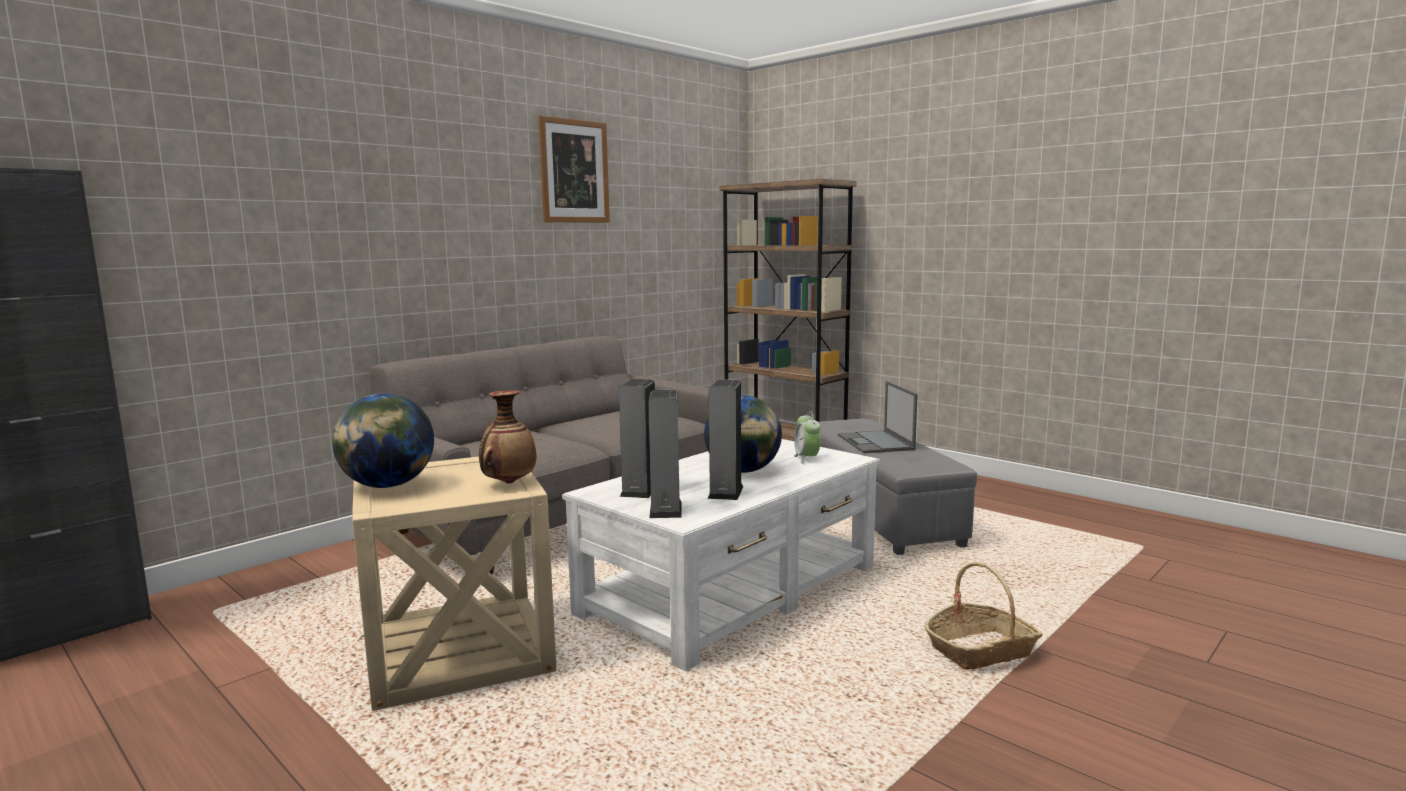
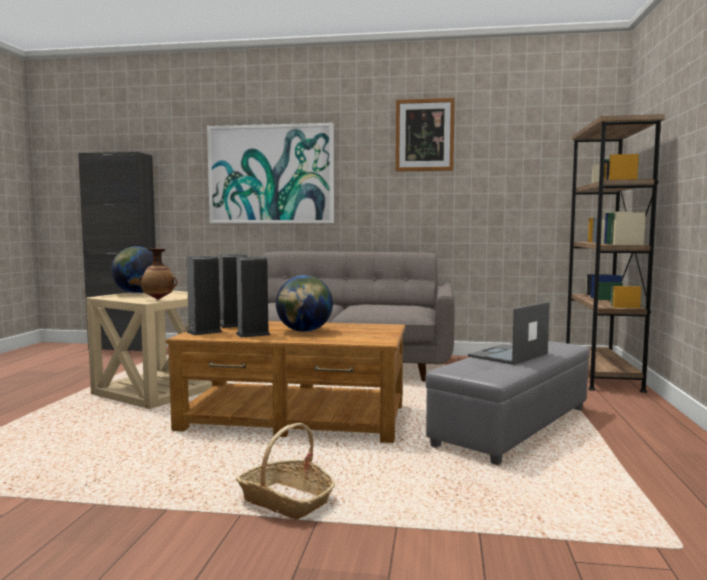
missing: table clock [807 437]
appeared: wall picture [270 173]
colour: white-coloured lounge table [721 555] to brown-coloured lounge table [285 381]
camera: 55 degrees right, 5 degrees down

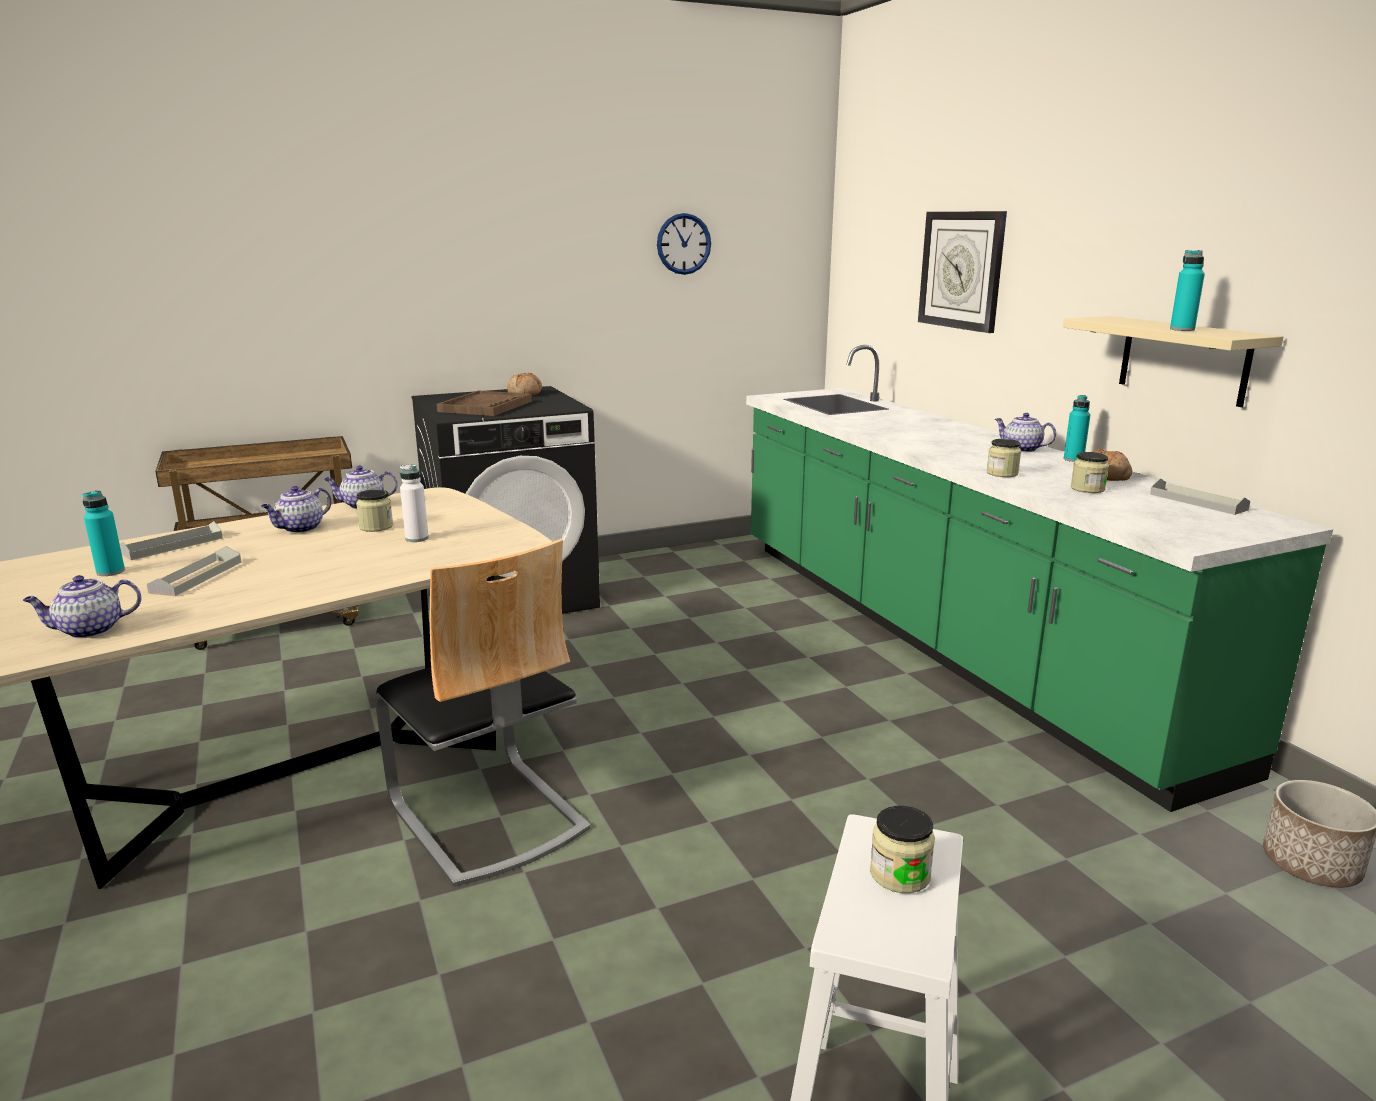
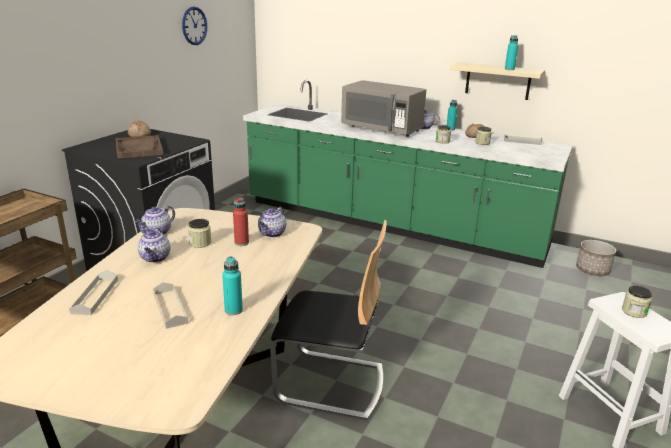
missing: wall clock [962 272]
appeared: grey microwave oven [383 108]
relocated: teapot [82 607] to [272 222]; turquoise bottle [103 533] to [232 286]
colour: white-coloured bottle [414 503] to red-coloured bottle [241 222]
camera: 40 degrees left, 5 degrees up

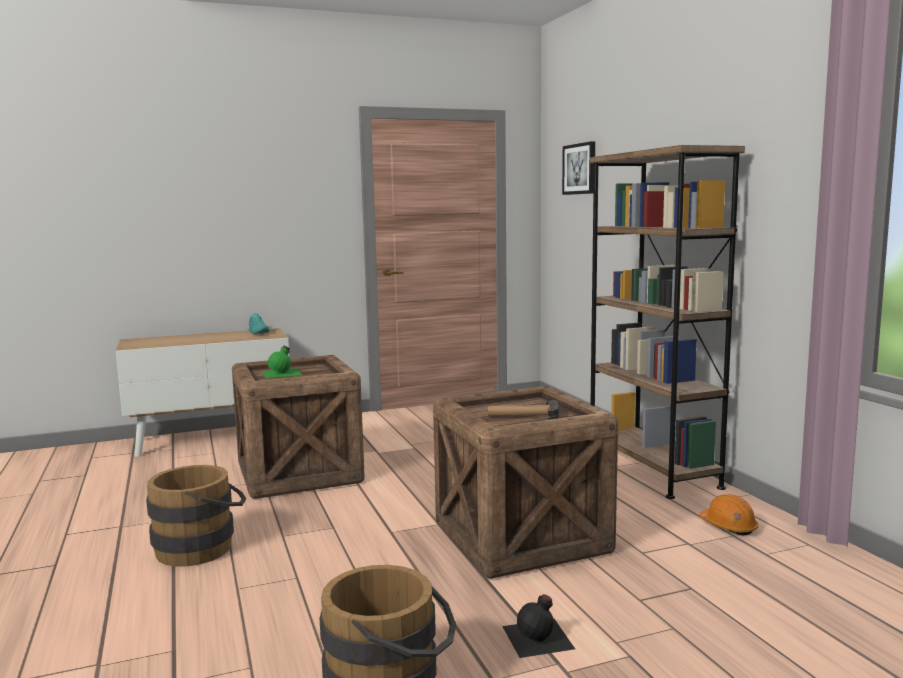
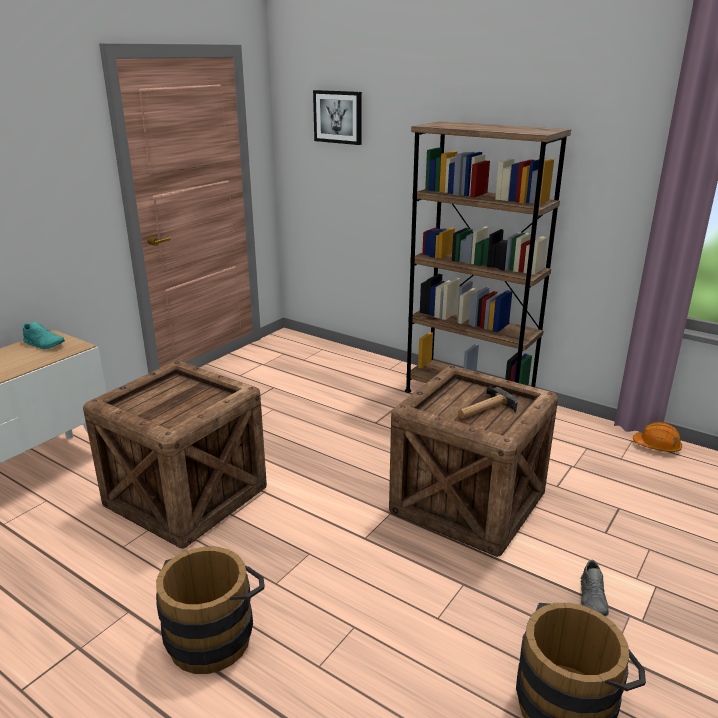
missing: greenish bottle [282 362]
relocated: orangey work helmet [729 515] to [657 437]
exchanged: black-coloured bottle [538 626] to grey item of footwear [595 588]
camera: 35 degrees left, 15 degrees up

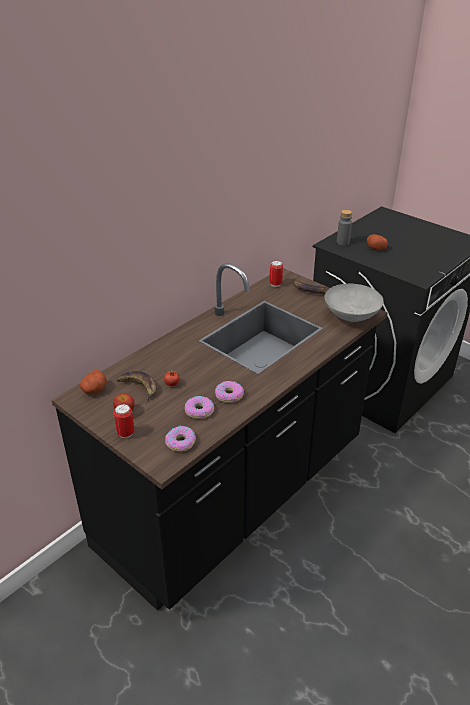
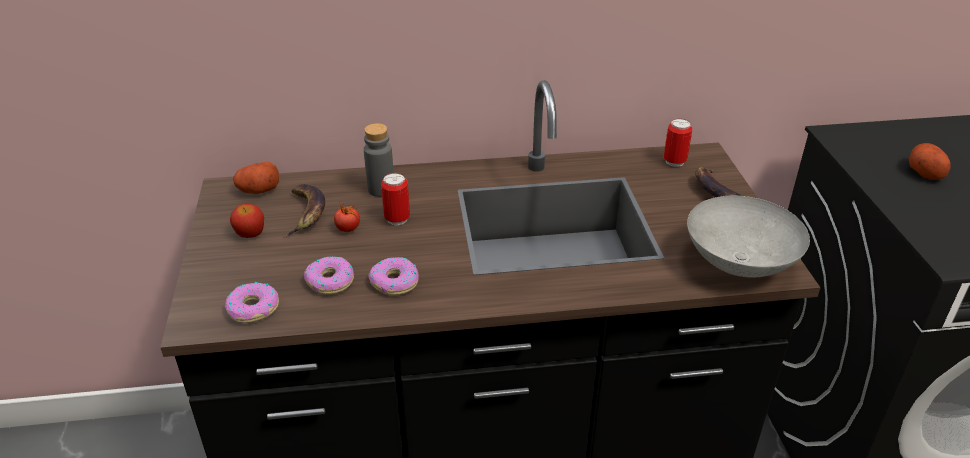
relocated: metal can [124 421] to [395 199]; grey bottle [344 228] to [379 160]
camera: 40 degrees right, 0 degrees up

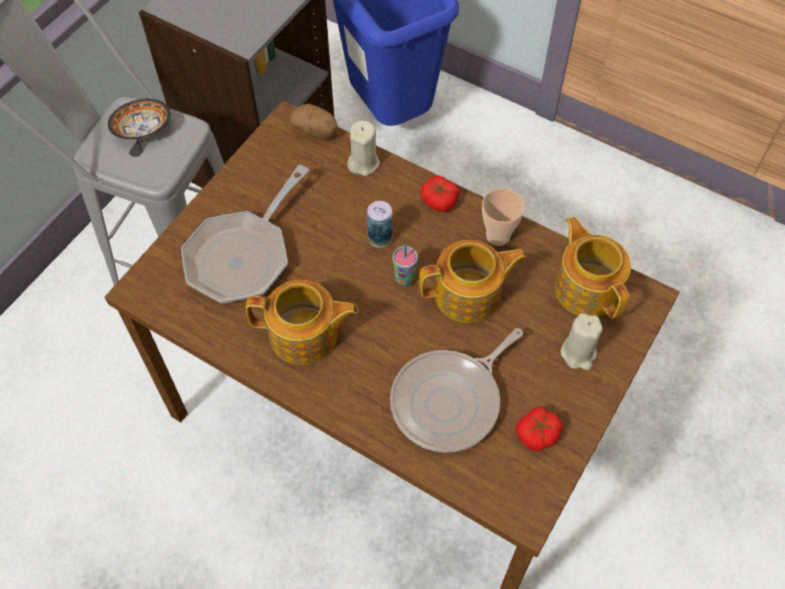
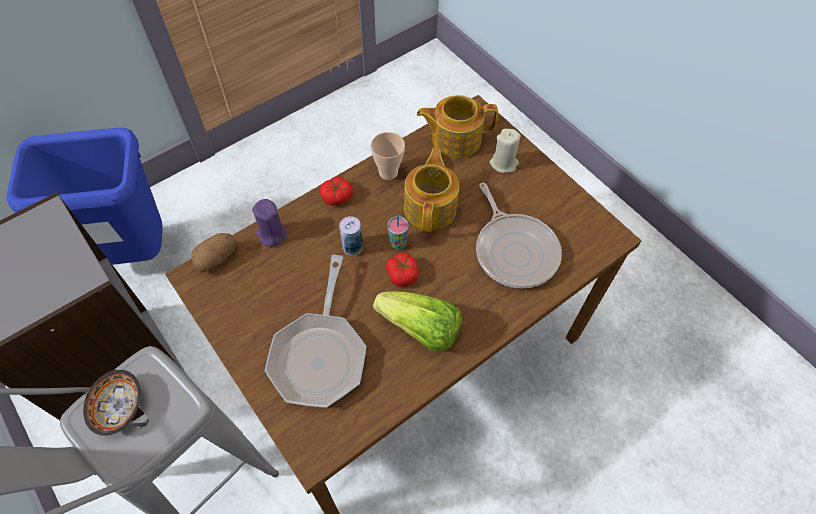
relocated: tomato [539 429] to [402 269]
exchanged: teapot [302 322] to lettuce head [417 321]
colour: beige wax light [363 148] to purple-coloured wax light [269 223]
spun: frying pan [245 234] = [316 331] 45 degrees clockwise
camera: 70 degrees left, 0 degrees up

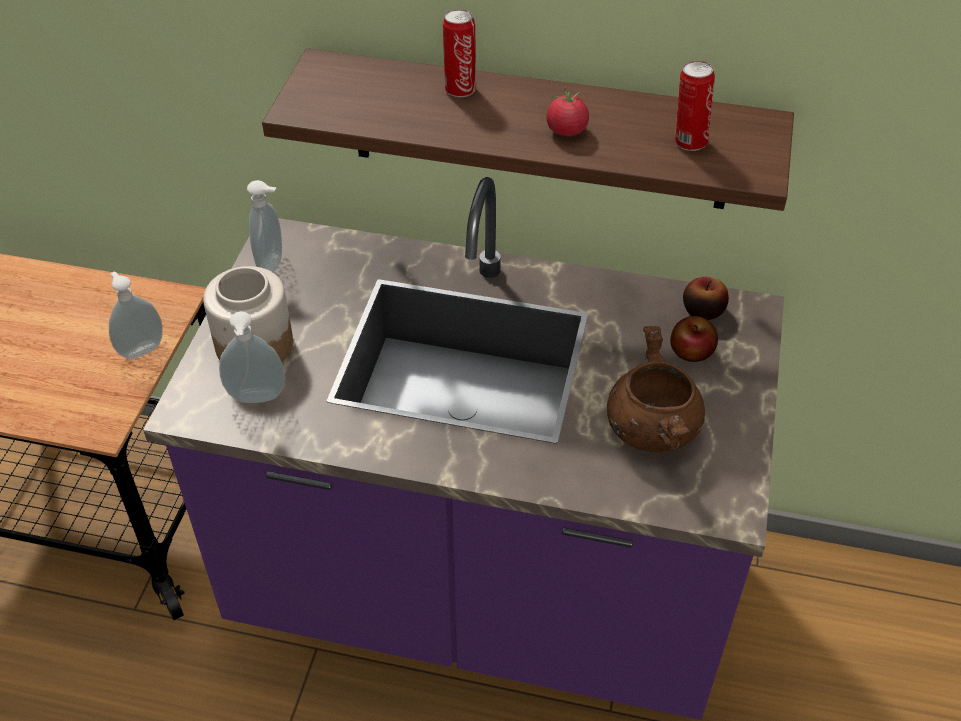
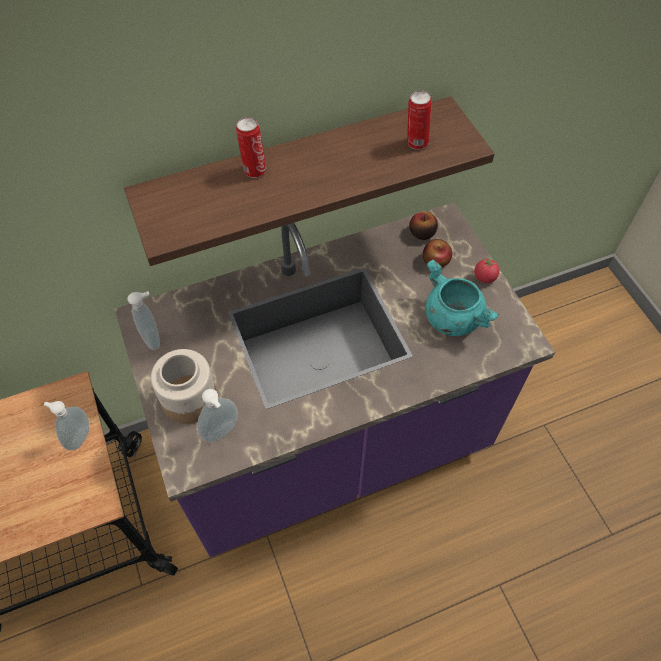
relocated: tomato [568 112] to [487 269]
colour: brown-coloured cooking pot [656 389] to turquoise cooking pot [462 298]
camera: 35 degrees left, 10 degrees up

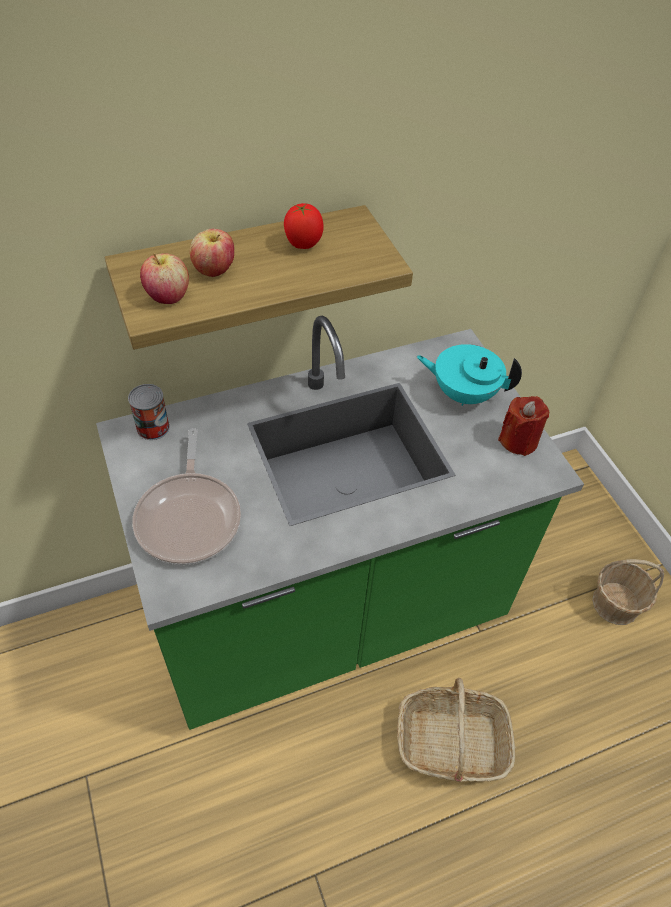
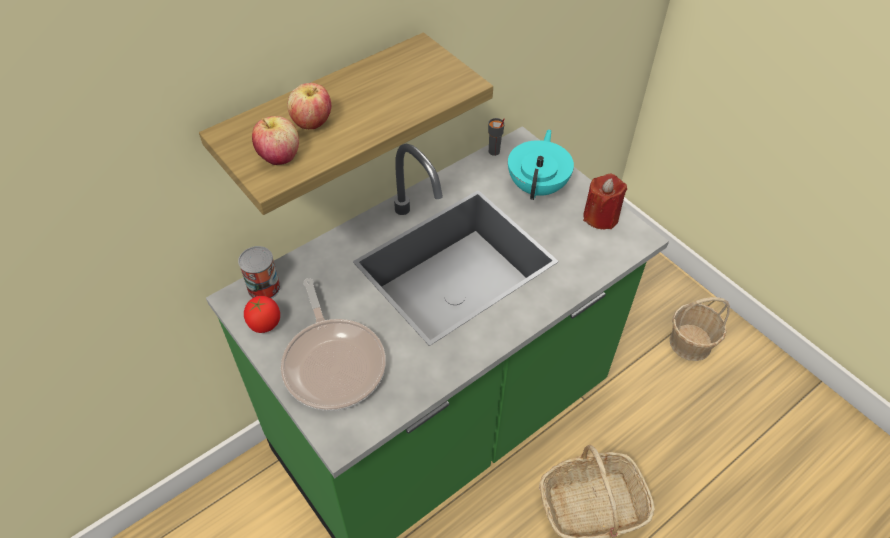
appeared: grey cup [496 137]
relocated: tomato [304 226] to [262 314]
spun: turquoise teapot [469 375] = [541 164] 105 degrees clockwise
camera: 15 degrees left, 0 degrees up

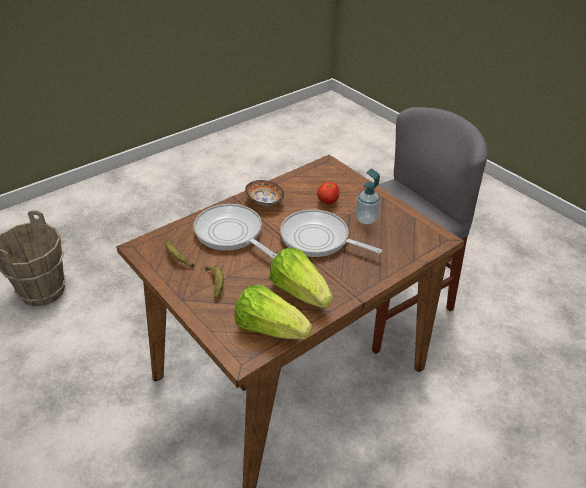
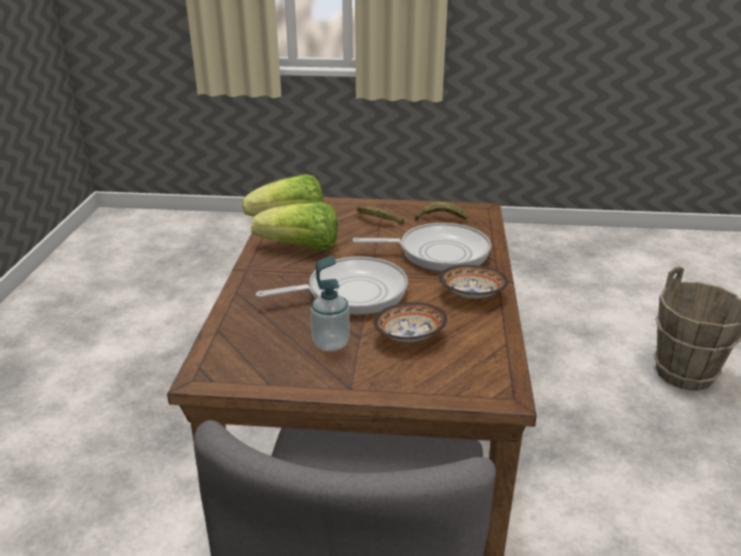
exchanged: tomato [328 193] to deep dish [410 322]
camera: 135 degrees right, 10 degrees down

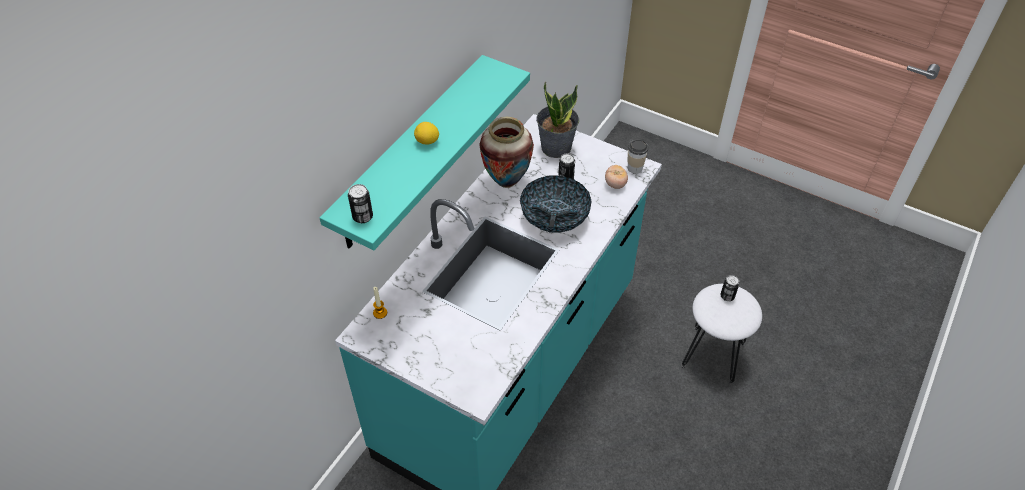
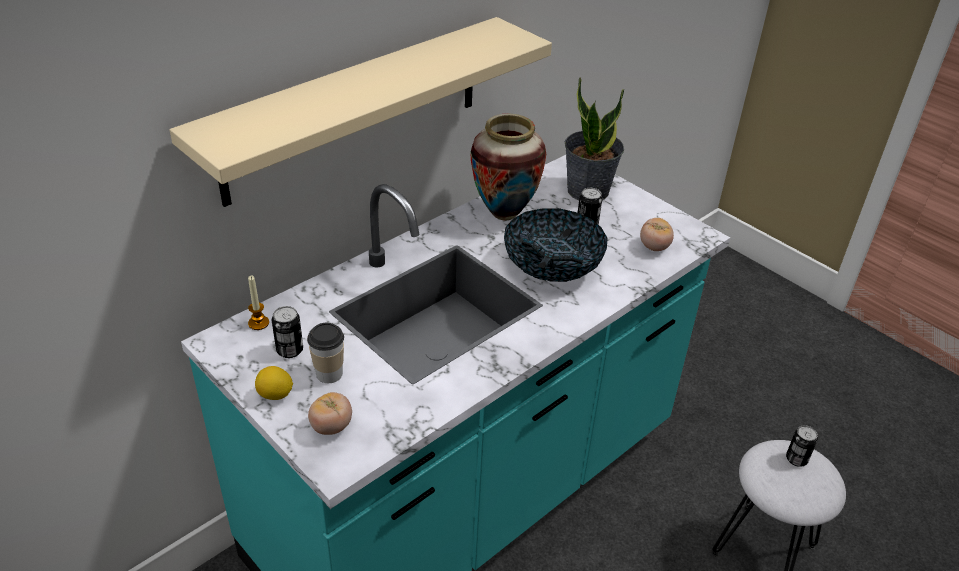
appeared: tomato [330 413]
relocated: metal can [360 203] to [287 332]; lemon [426 133] to [274 383]; cup [638 156] to [325 353]
colour: turquoise wall shelf [425 153] to beige wall shelf [360 112]
camera: 15 degrees right, 10 degrees down

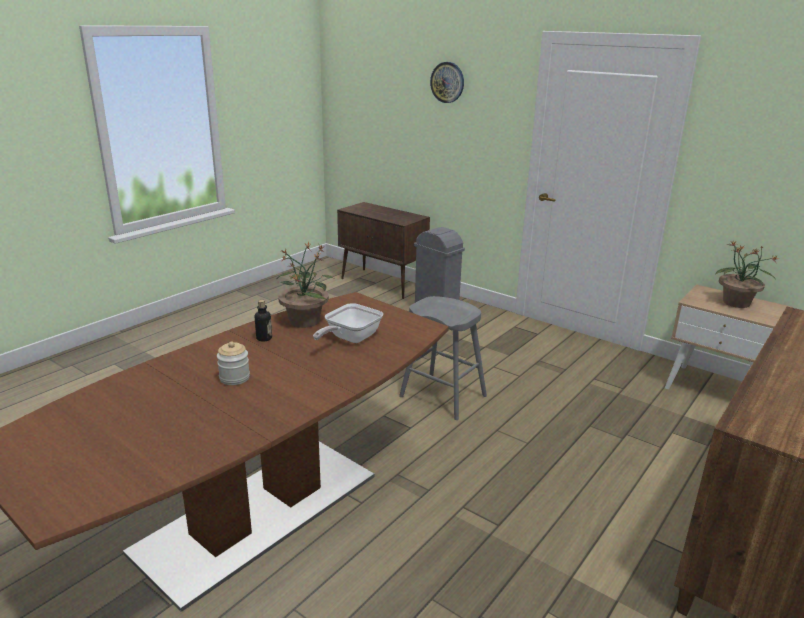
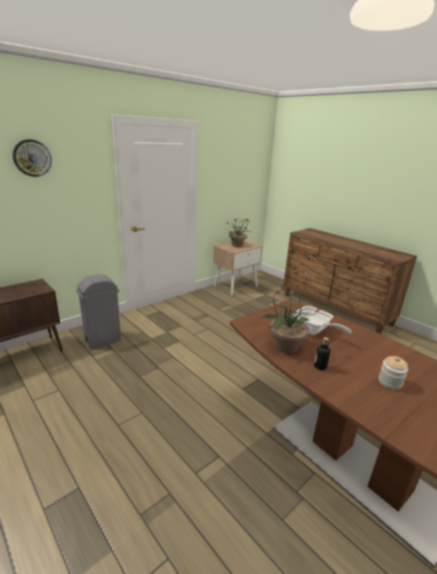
missing: grey stool seat [443 358]
camera: 80 degrees left, 0 degrees up

